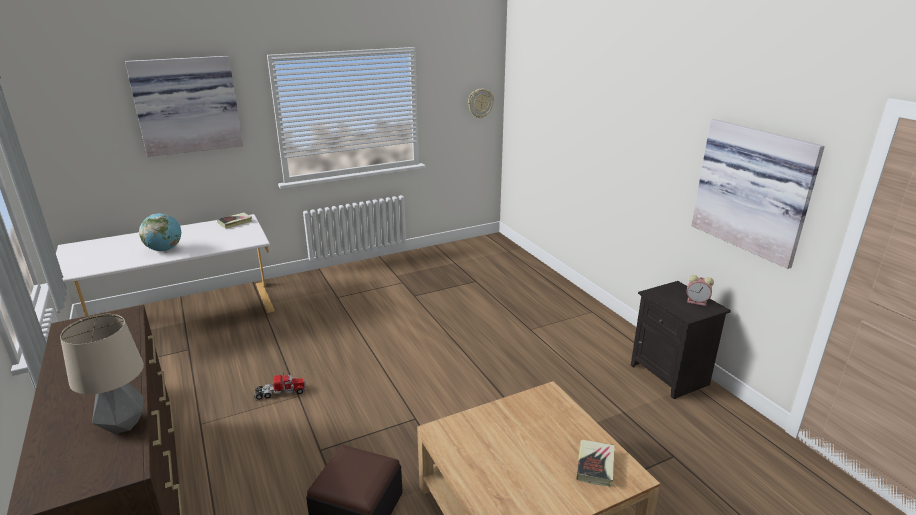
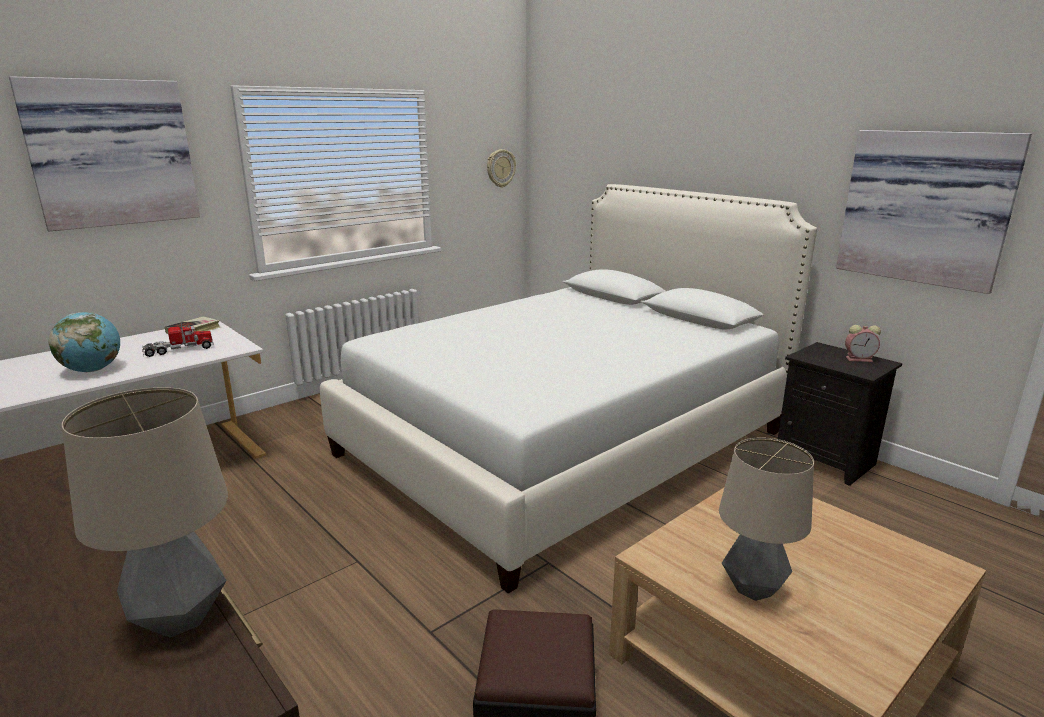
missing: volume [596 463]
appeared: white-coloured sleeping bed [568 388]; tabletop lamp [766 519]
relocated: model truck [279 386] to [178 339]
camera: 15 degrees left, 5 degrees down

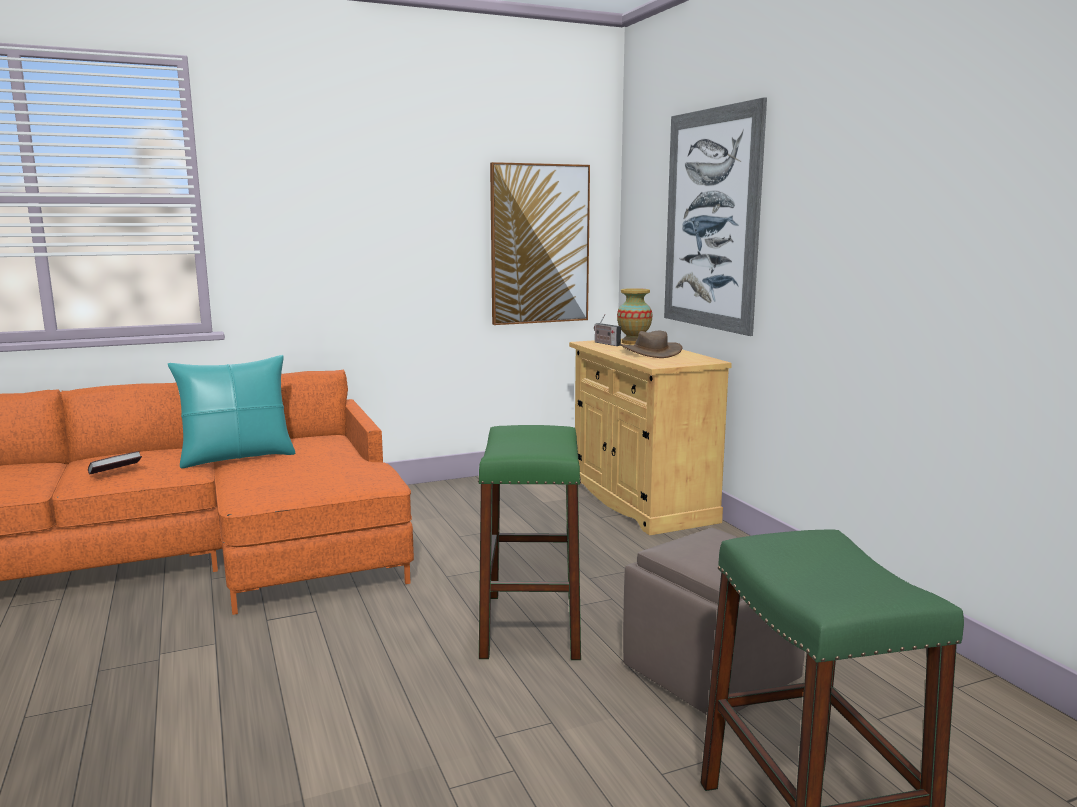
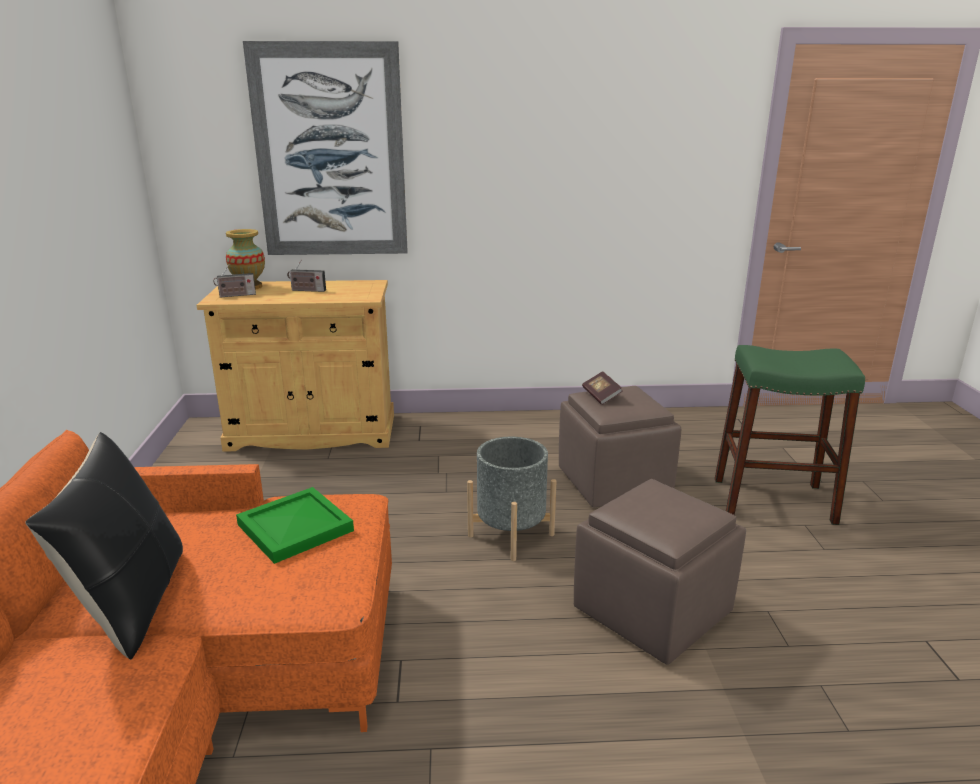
missing: wall picture [540 243]
appeared: greenish serving tray [295 525]; brown-coloured footrest [660 572]
relocated: volume [115 463] to [602 388]
exchanged: greenish stool seat [529 542] to grey planter [512 499]; brown-coloured clothing hat [651 344] to radio set [306 275]
colour: turquoise cushion [232 411] to black-coloured cushion [104 546]
camera: 70 degrees left, 10 degrees up

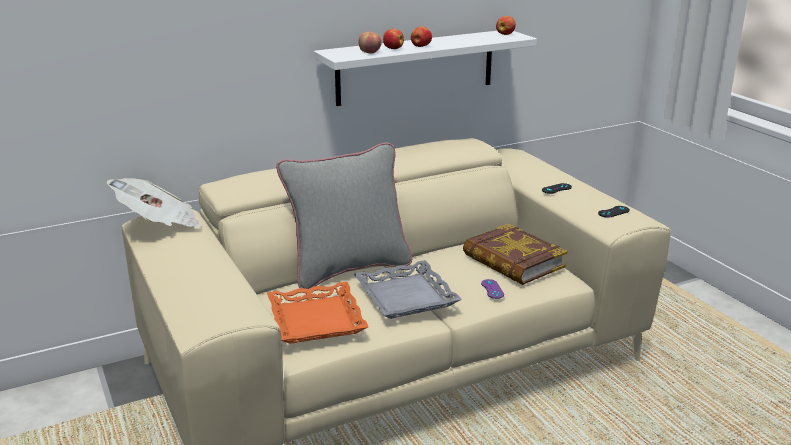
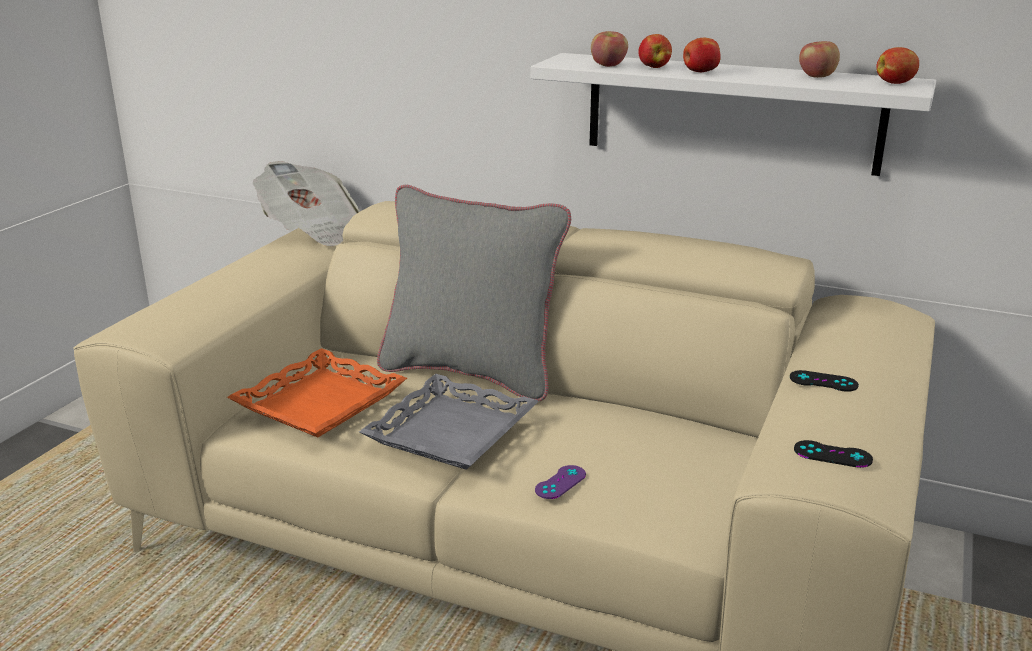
missing: volume [515 254]
appeared: apple fruit [819 59]
camera: 50 degrees right, 0 degrees up

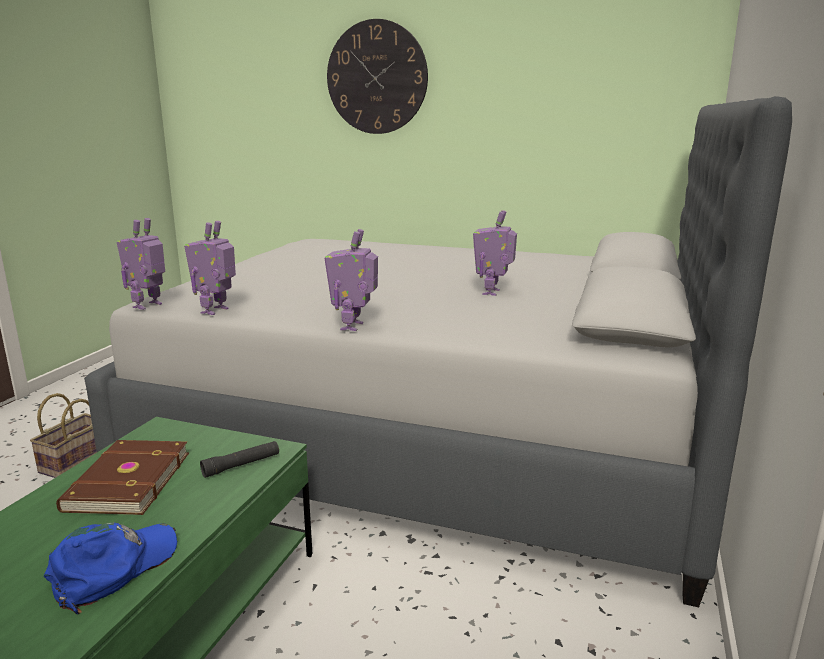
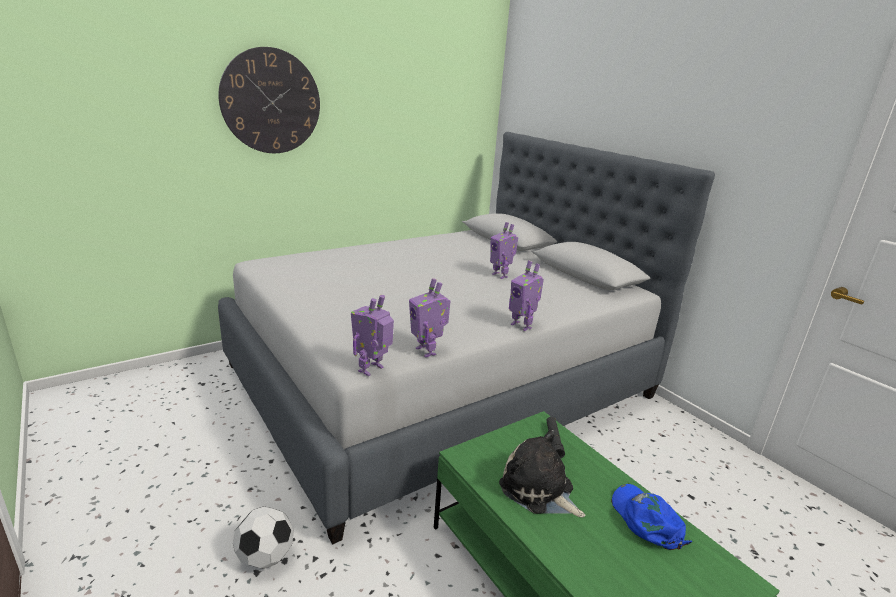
exchanged: basket [63 435] to football ball [263 537]; brown-coloured volume [122 477] to soft toy [542 473]
spun: toy robot [141 264] = [372 335] 60 degrees clockwise
camera: 55 degrees left, 5 degrees up

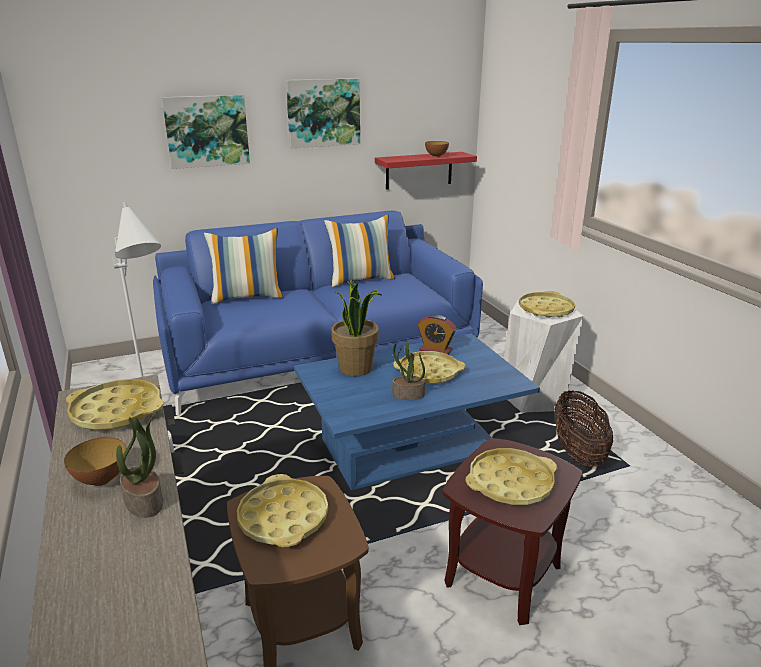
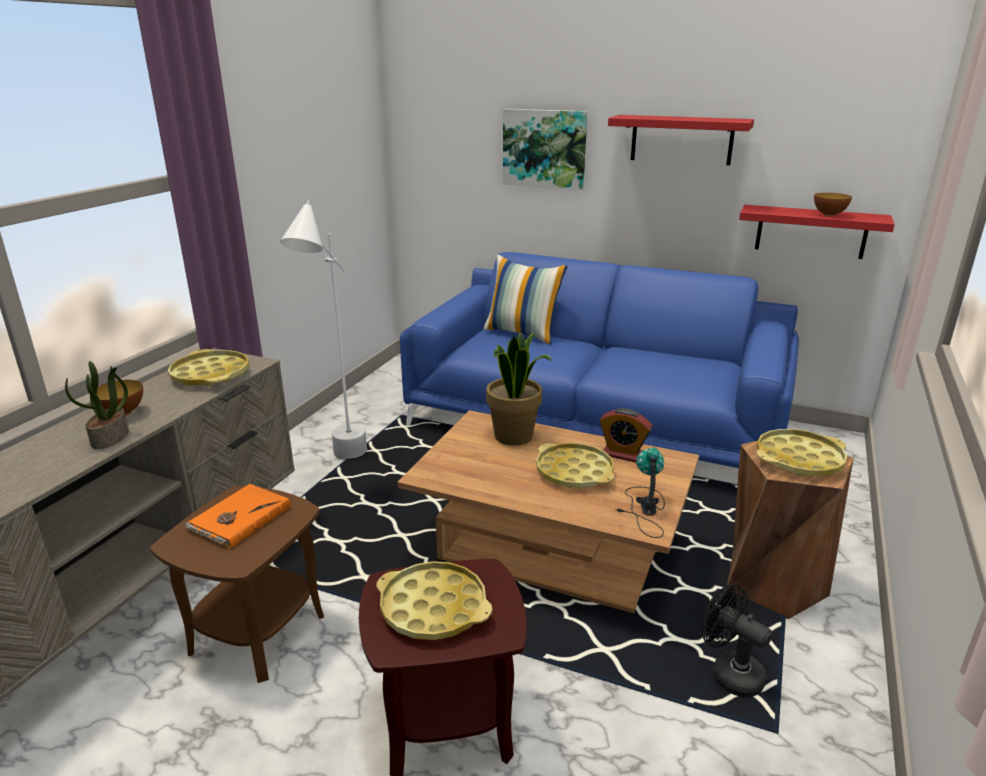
missing: cushion [359 250]; potted plant [408 370]
appeared: tabletop lamp [640 493]
exchanged: yellow-coloured serving tray [282 510] to orangey volume [237 516]; wall picture [323 113] to red-coloured wall shelf [681 140]; basket [583 428] to black-coloured electric fan [737 640]
colour: bluish lounge table [417 411] to brown-coloured lounge table [548 511]; white-coloured stool seat [543 355] to brown-coloured stool seat [790 530]
spun: table clock [437 334] = [626 435] 45 degrees counterclockwise
camera: 45 degrees right, 0 degrees up

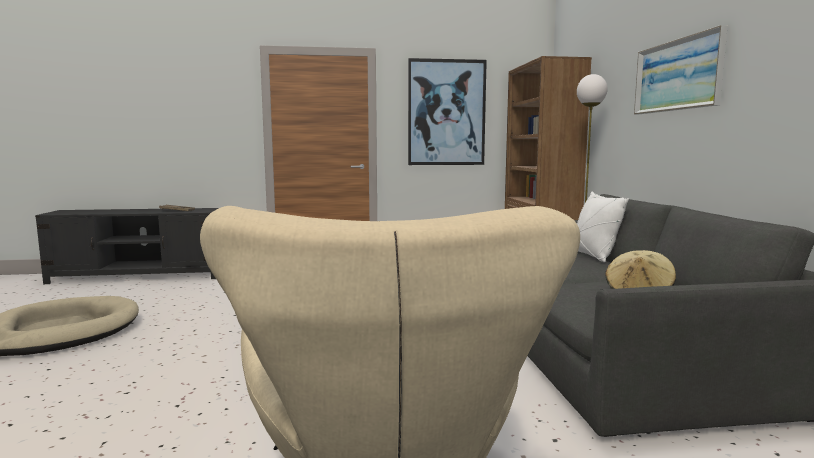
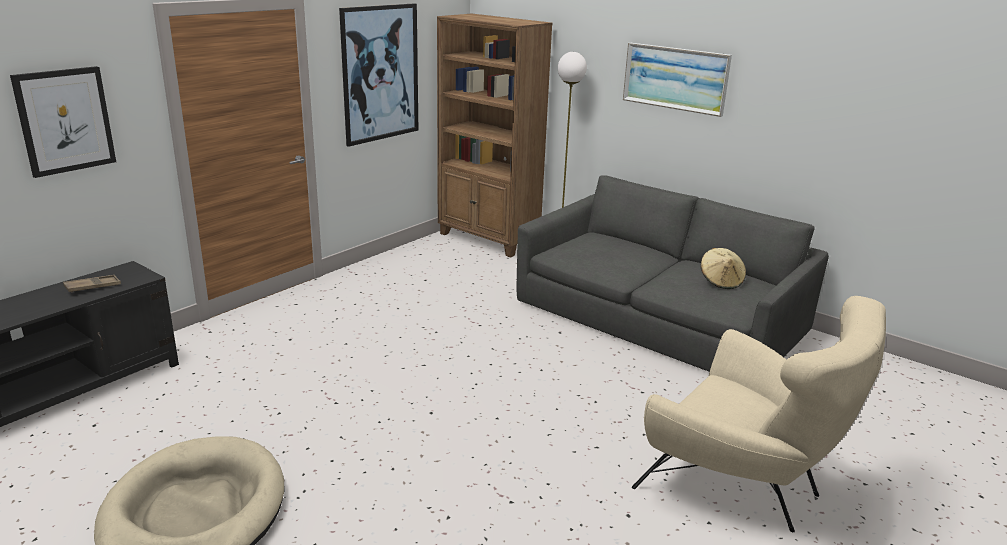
missing: white-coloured cushion [603 226]
appeared: wall picture [63 122]
camera: 45 degrees left, 15 degrees up

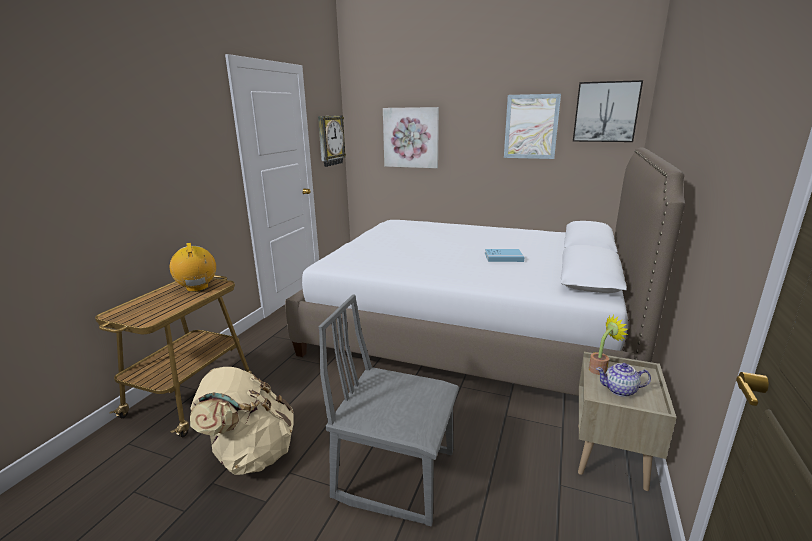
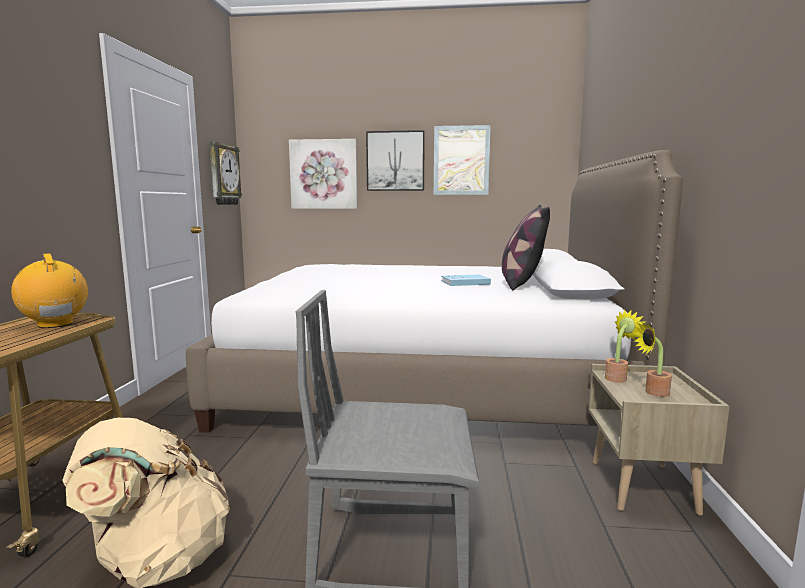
appeared: cushion [526 247]
relocated: wall picture [608 111] to [395 160]
exchanged: teapot [623 380] to potted plant [653 359]
camera: 15 degrees left, 10 degrees down

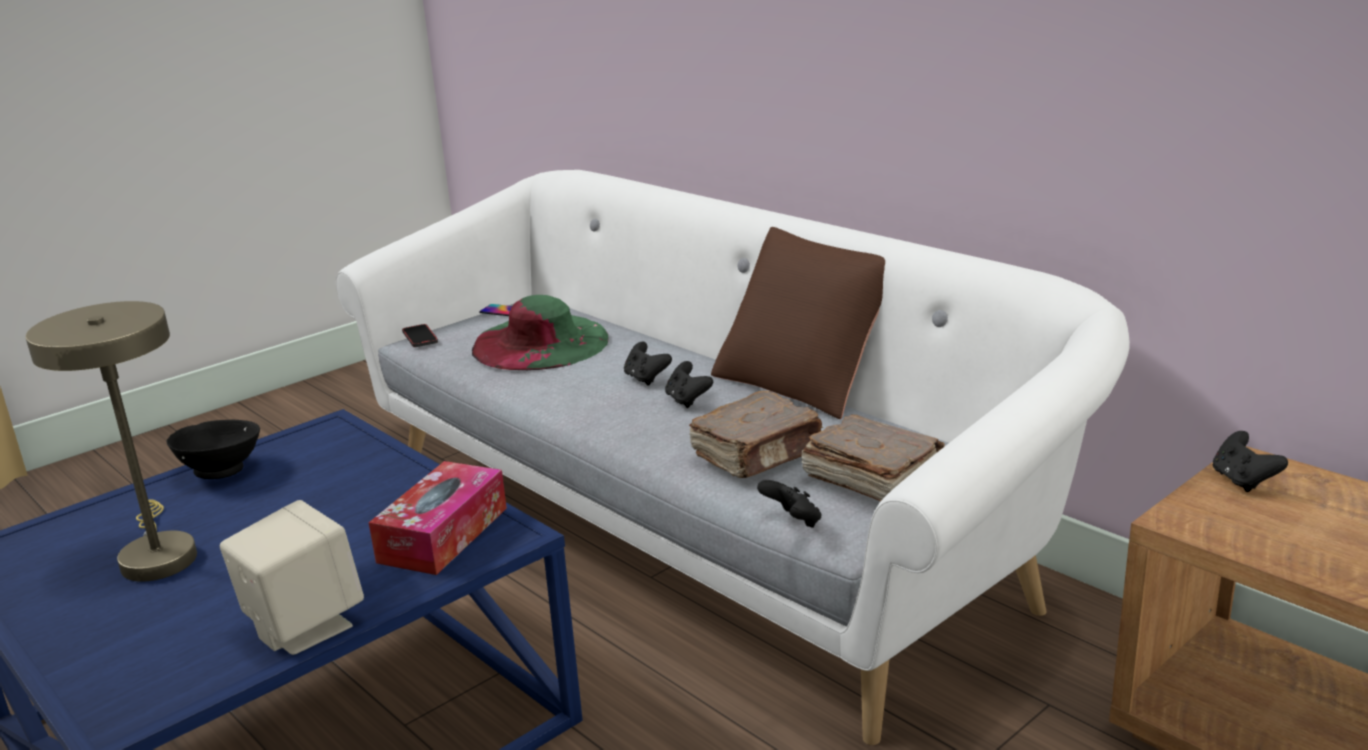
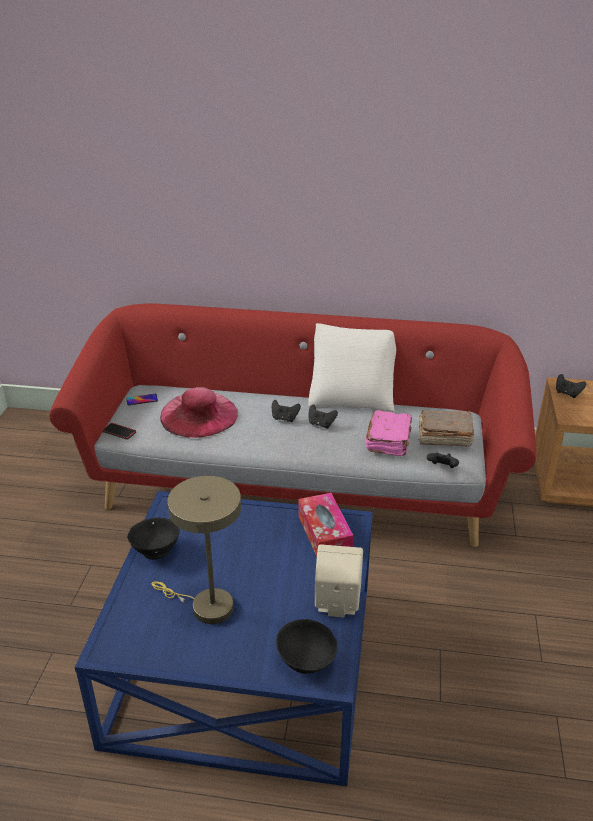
appeared: black-coloured deep dish [307 646]
colour: white-coloured settee [733 457] to red-coloured settee [292 425]; greenish clothing hat [540 332] to pinkish clothing hat [199 412]; brown-coloured volume [756 434] to pinkish volume [389 433]; brown-coloured cushion [798 323] to white-coloured cushion [352 367]
camera: 40 degrees left, 10 degrees up

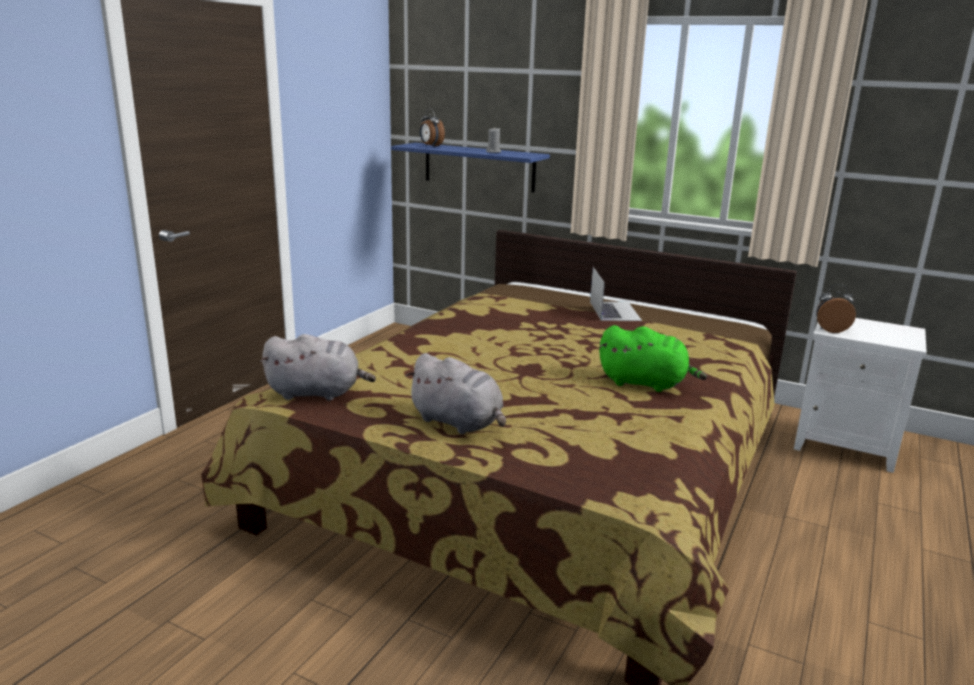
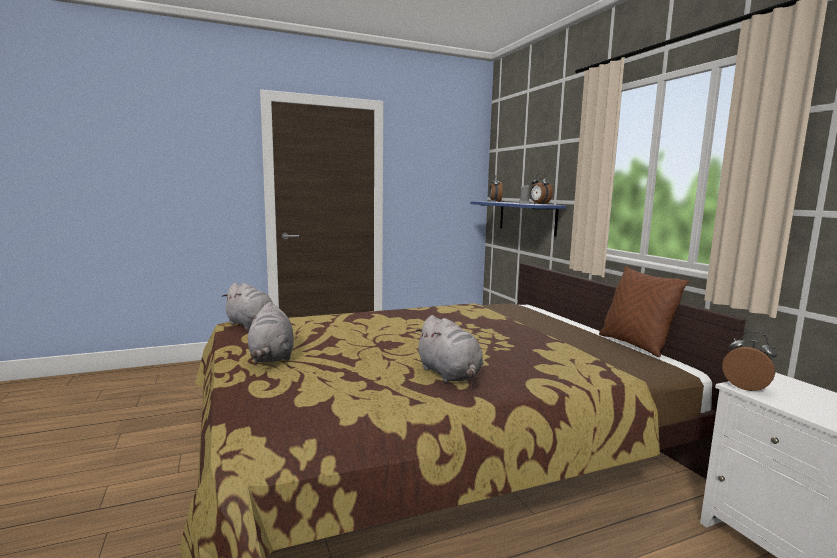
missing: notebook computer [616 294]
appeared: table clock [541 189]; brown-coloured cushion [644 311]
colour: greenish soft toy [653 358] to grey soft toy [449 348]
camera: 40 degrees right, 10 degrees down

